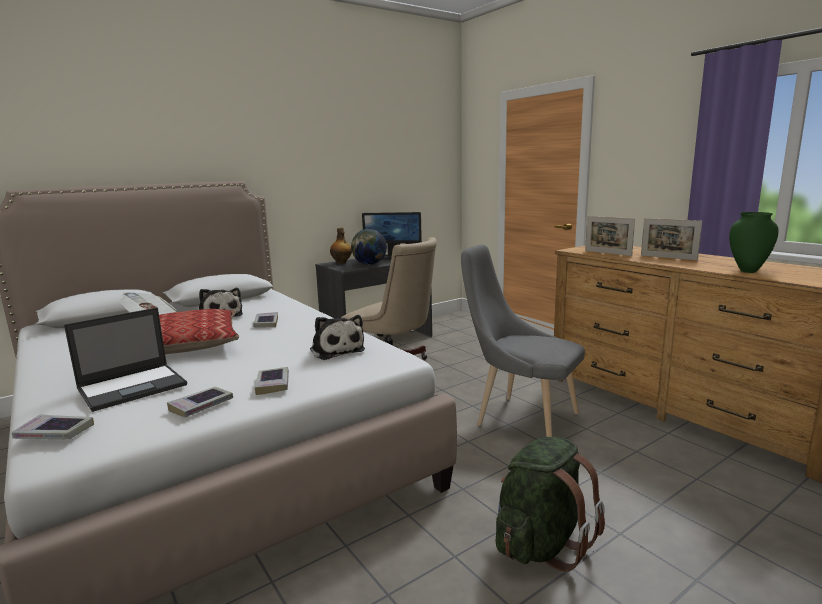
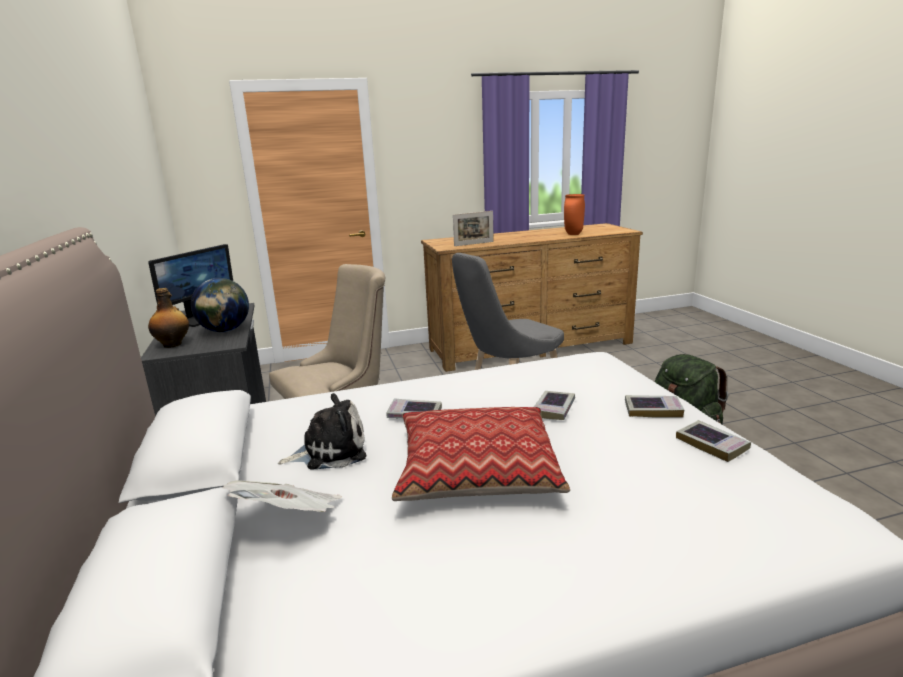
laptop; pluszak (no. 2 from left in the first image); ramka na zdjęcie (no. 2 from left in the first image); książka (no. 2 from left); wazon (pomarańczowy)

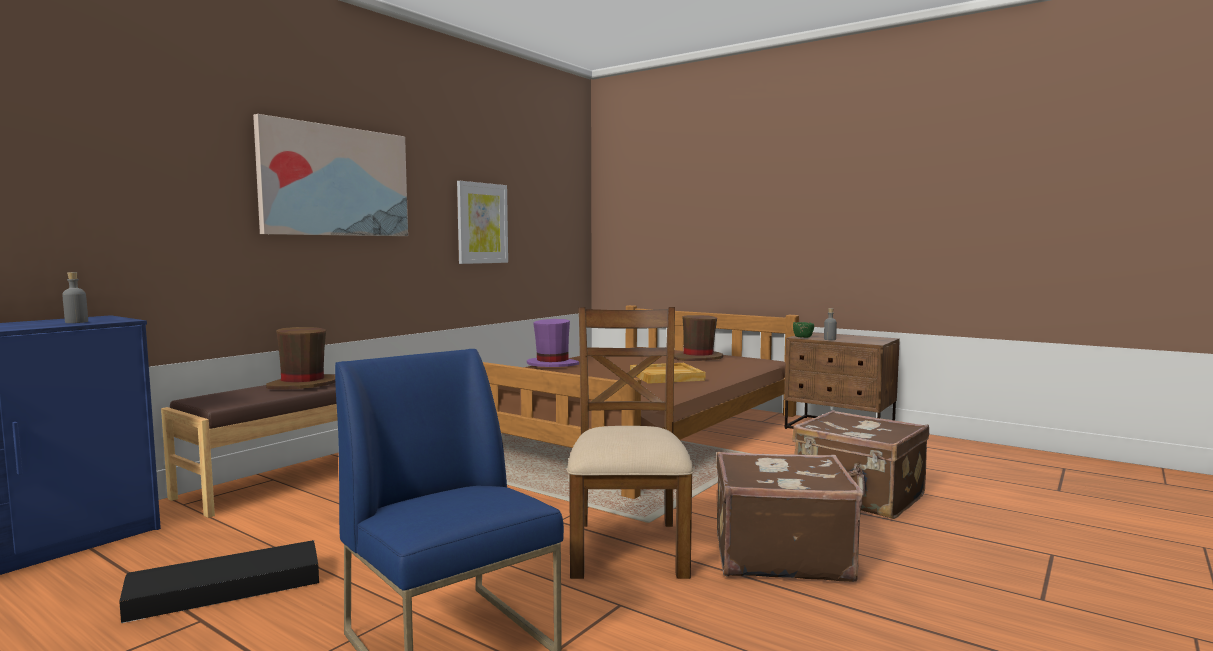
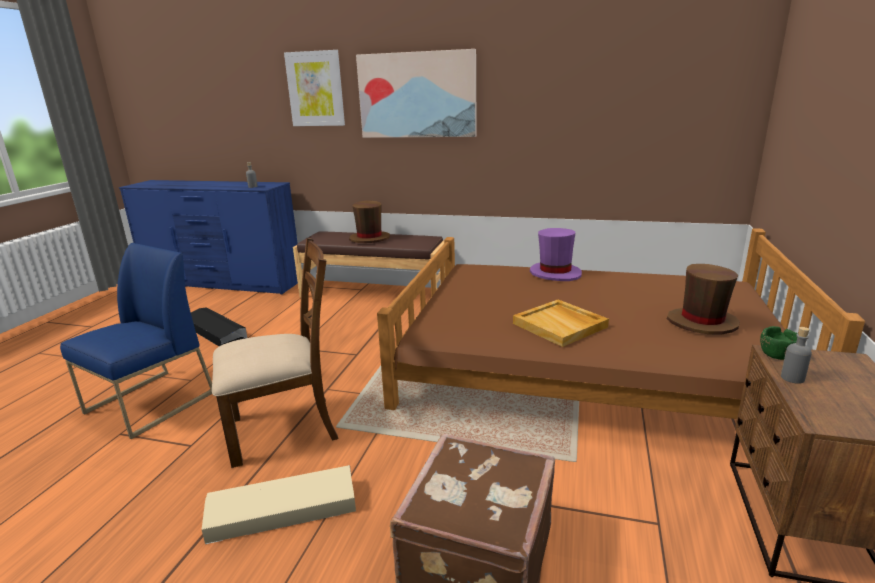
obraz (no. 1 from left); pojemnik do przechowywania (beżowy)

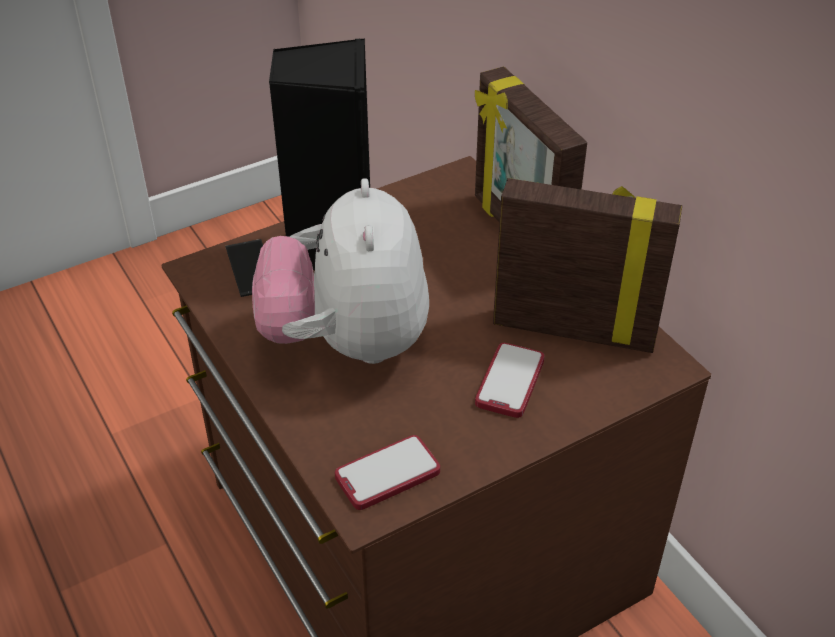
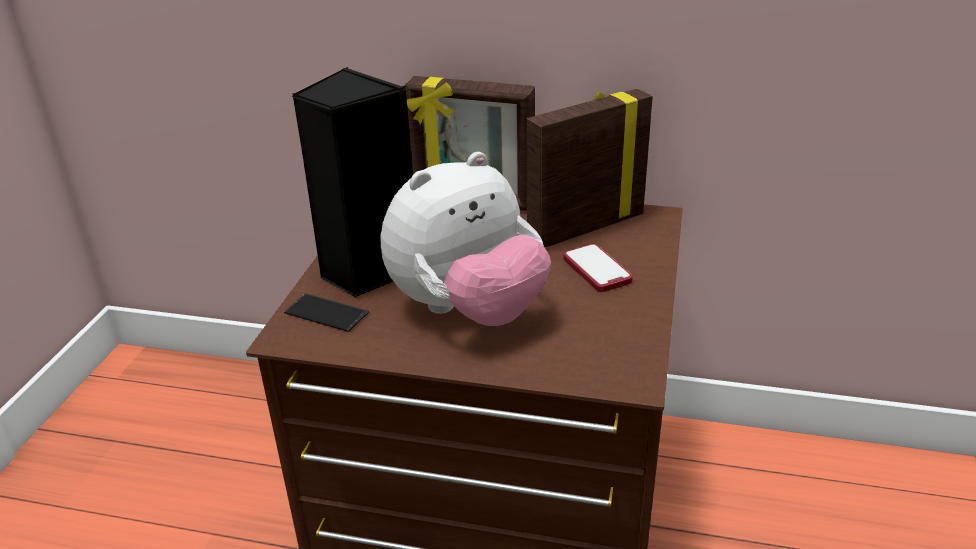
telefon (no. 2 from left in the first image); pluszak

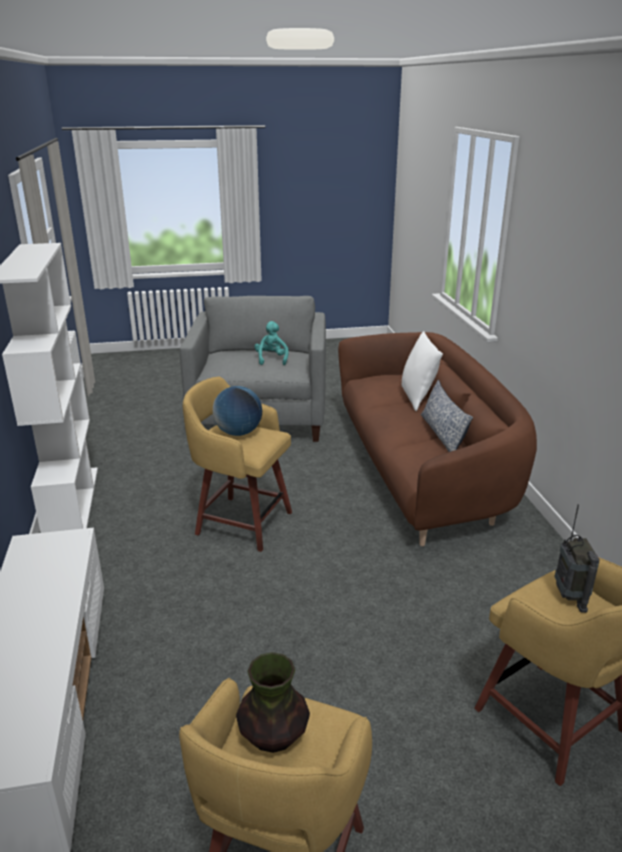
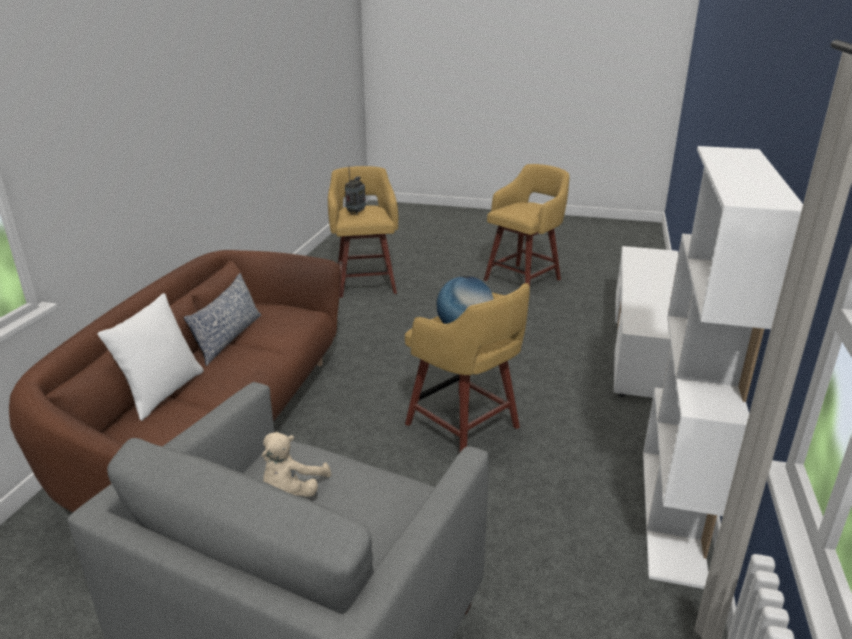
wazon; pluszak (beżowy)

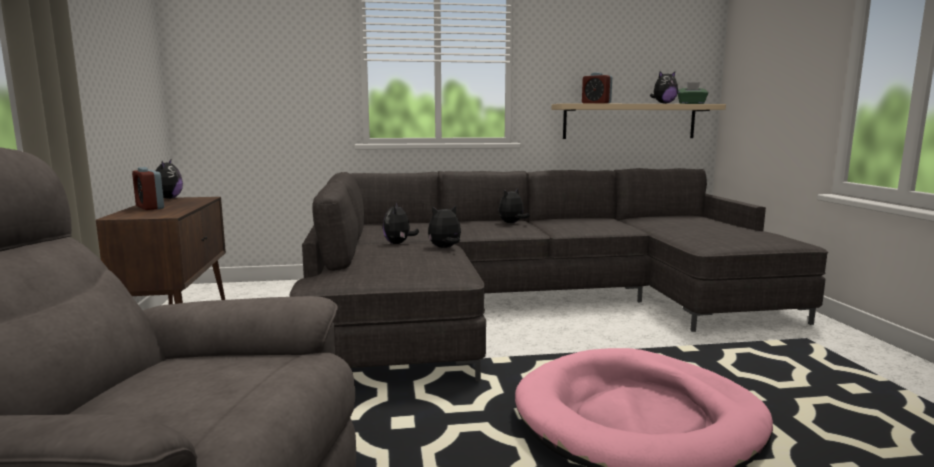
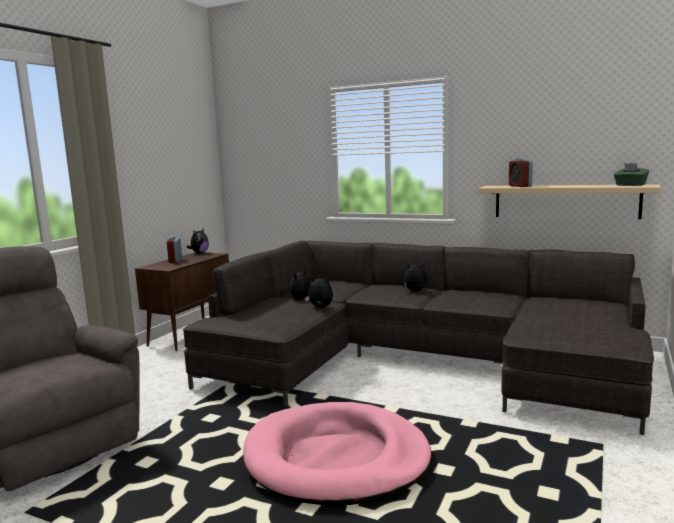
pluszak (no. 5 from left in the first image)

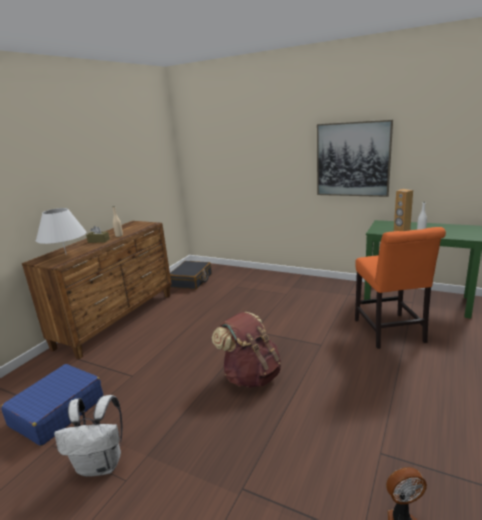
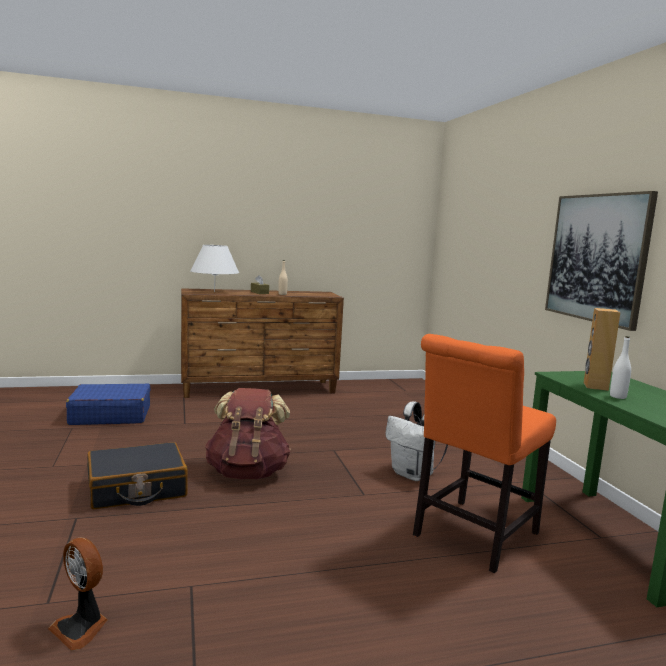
plecak (biały); walizka (czarny)

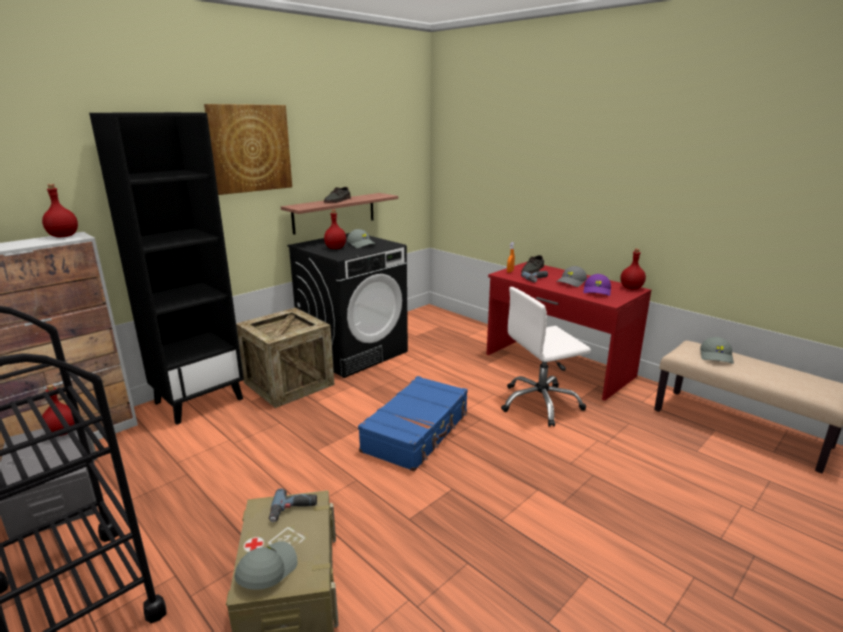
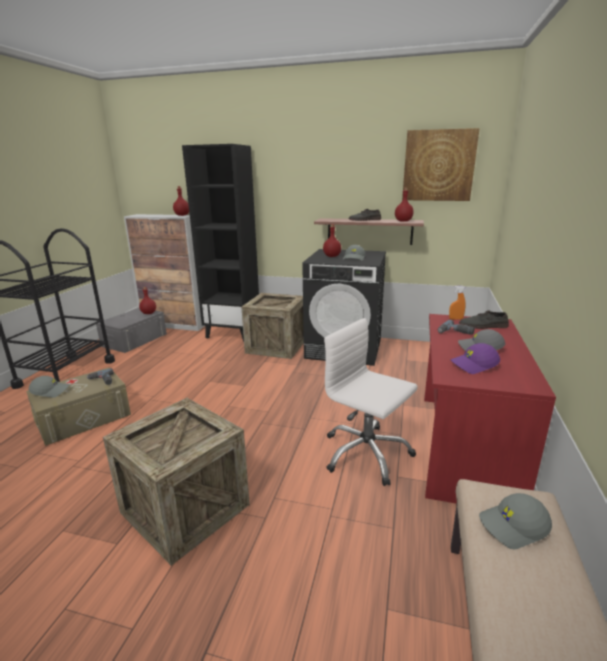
walizka (niebieski); skrzynka (no. 1 from left); obraz; butelka (czerwony) (no. 4 from left)

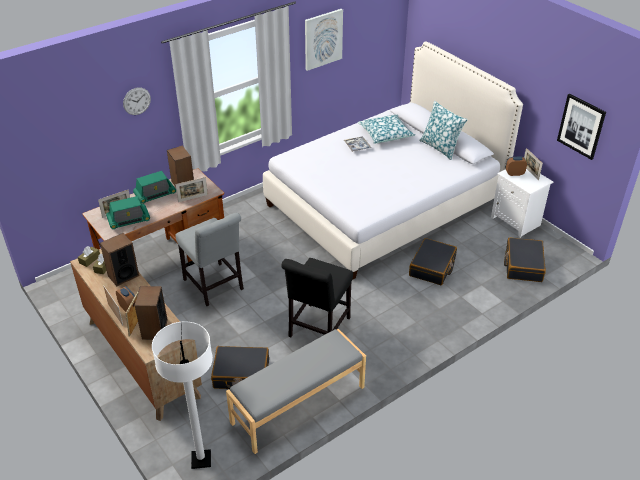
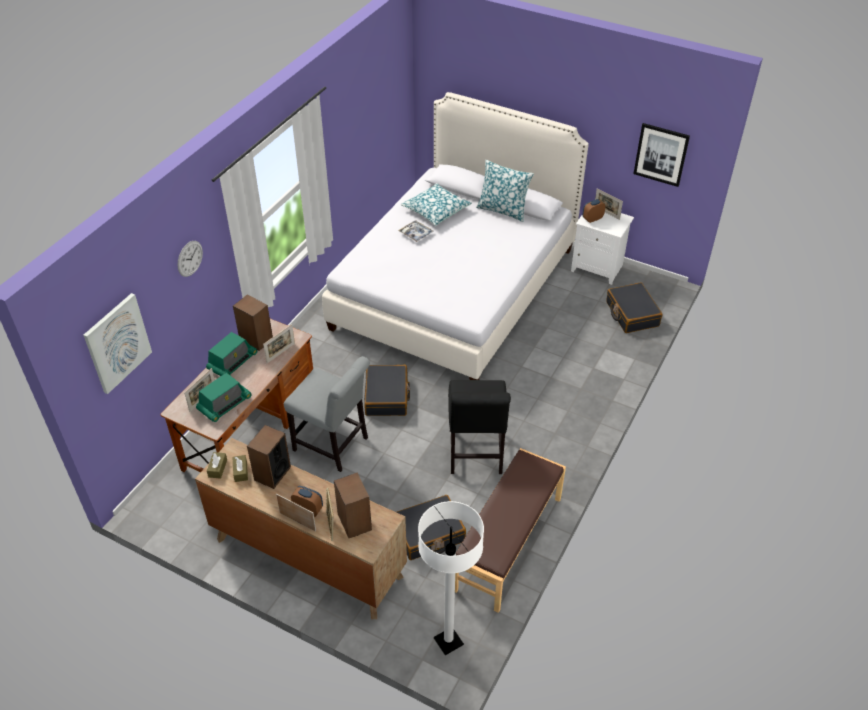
obraz (no. 1 from left); walizka (czarny) (no. 1 from left); ławka (brązowy)

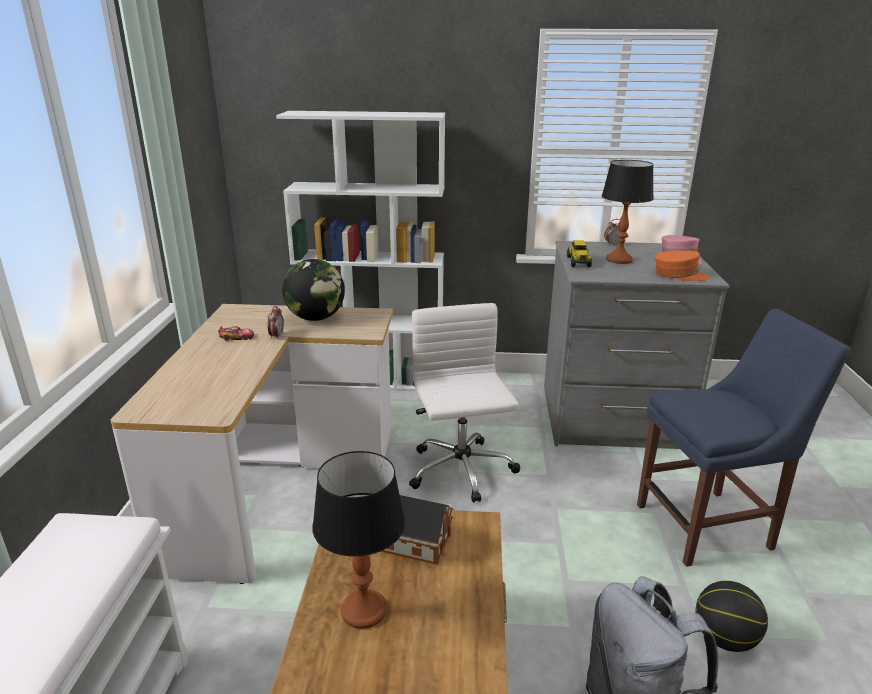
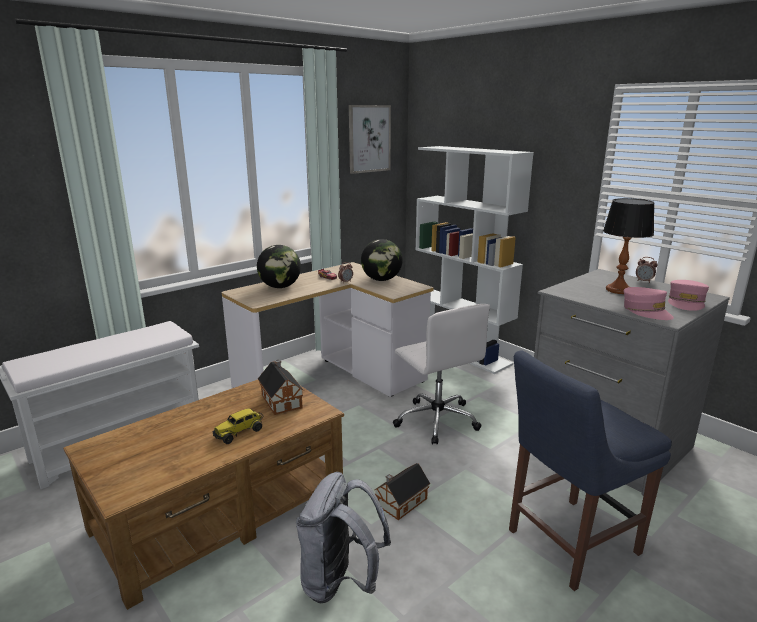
lampa stołowa (no. 1 from left in the first image); piłka do koszykówki; globus (no. 1 from left); obraz; domek (no. 2 from left); ciężarówka zabawkowa; czapka z daszkiem (różowy) (no. 1 from left); krzesło biurowe (biały); krzesło (niebieski)

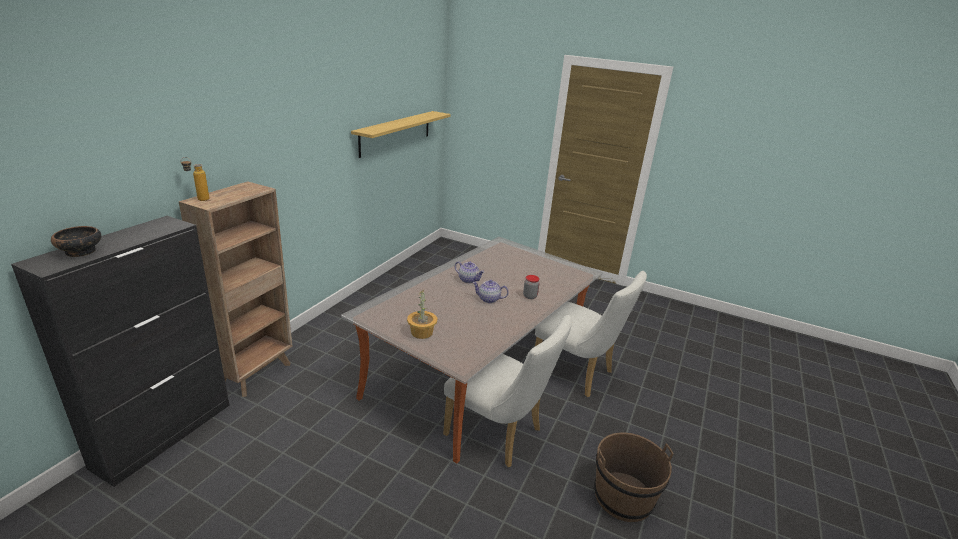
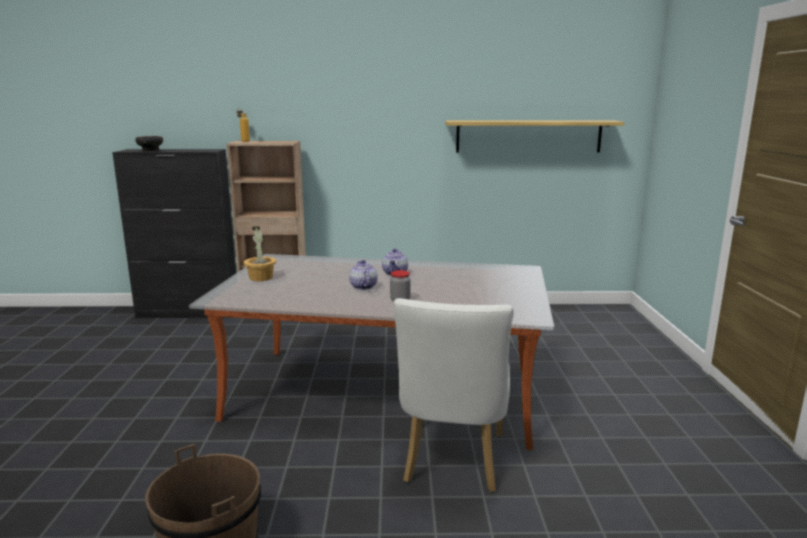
krzesło (biały) (no. 1 from left in the first image)

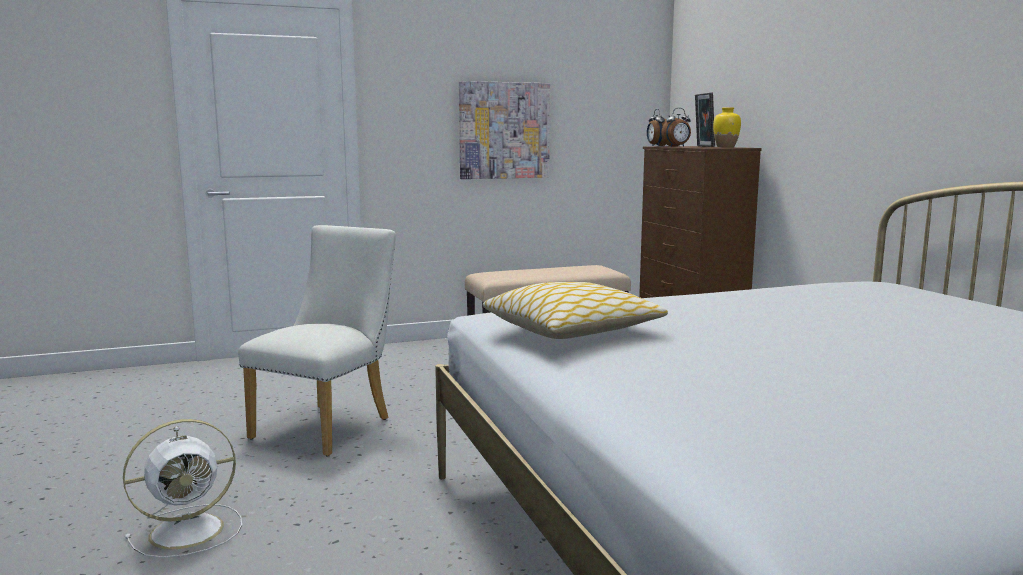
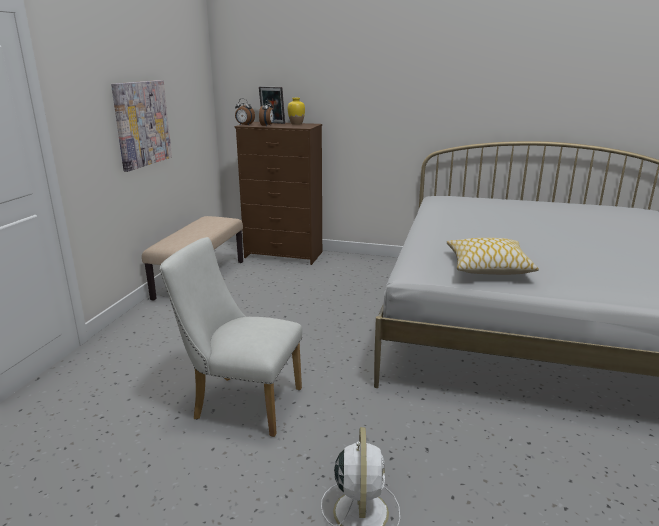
krzesło (biały)

